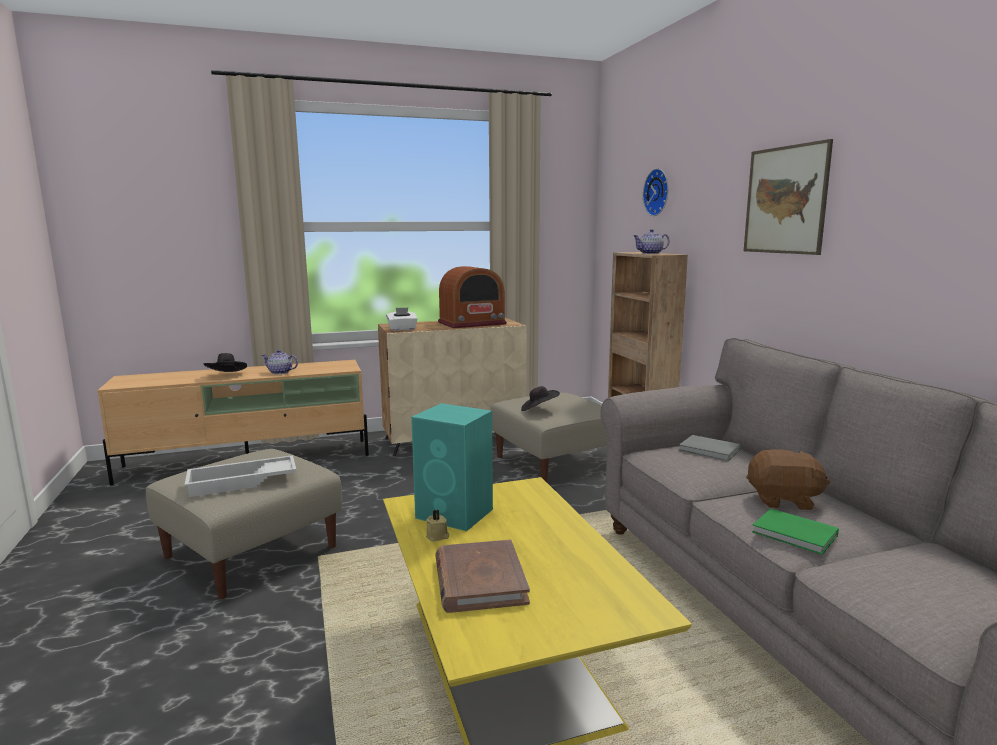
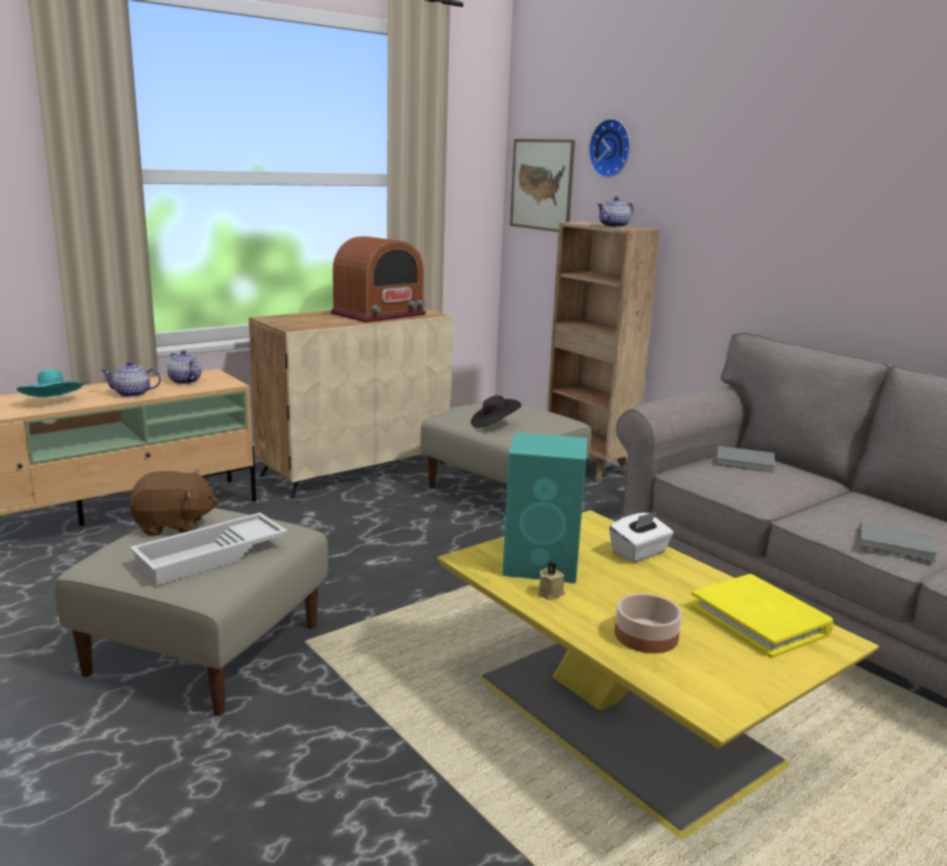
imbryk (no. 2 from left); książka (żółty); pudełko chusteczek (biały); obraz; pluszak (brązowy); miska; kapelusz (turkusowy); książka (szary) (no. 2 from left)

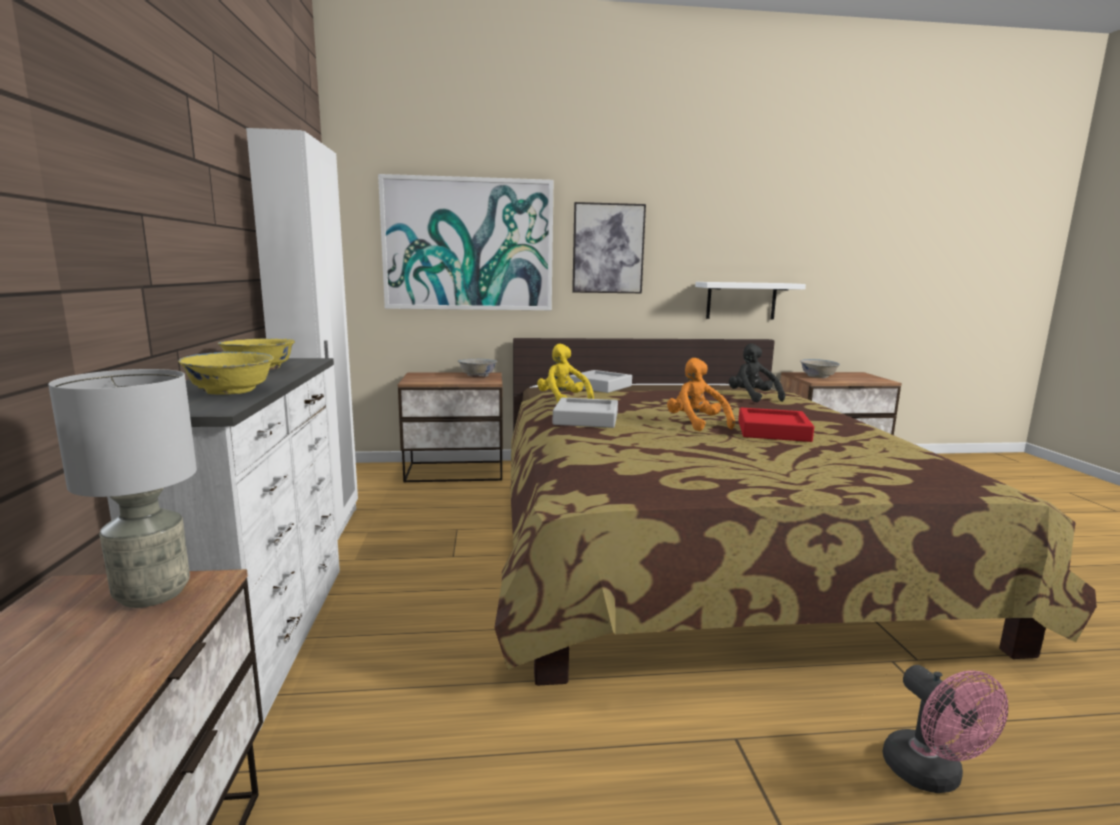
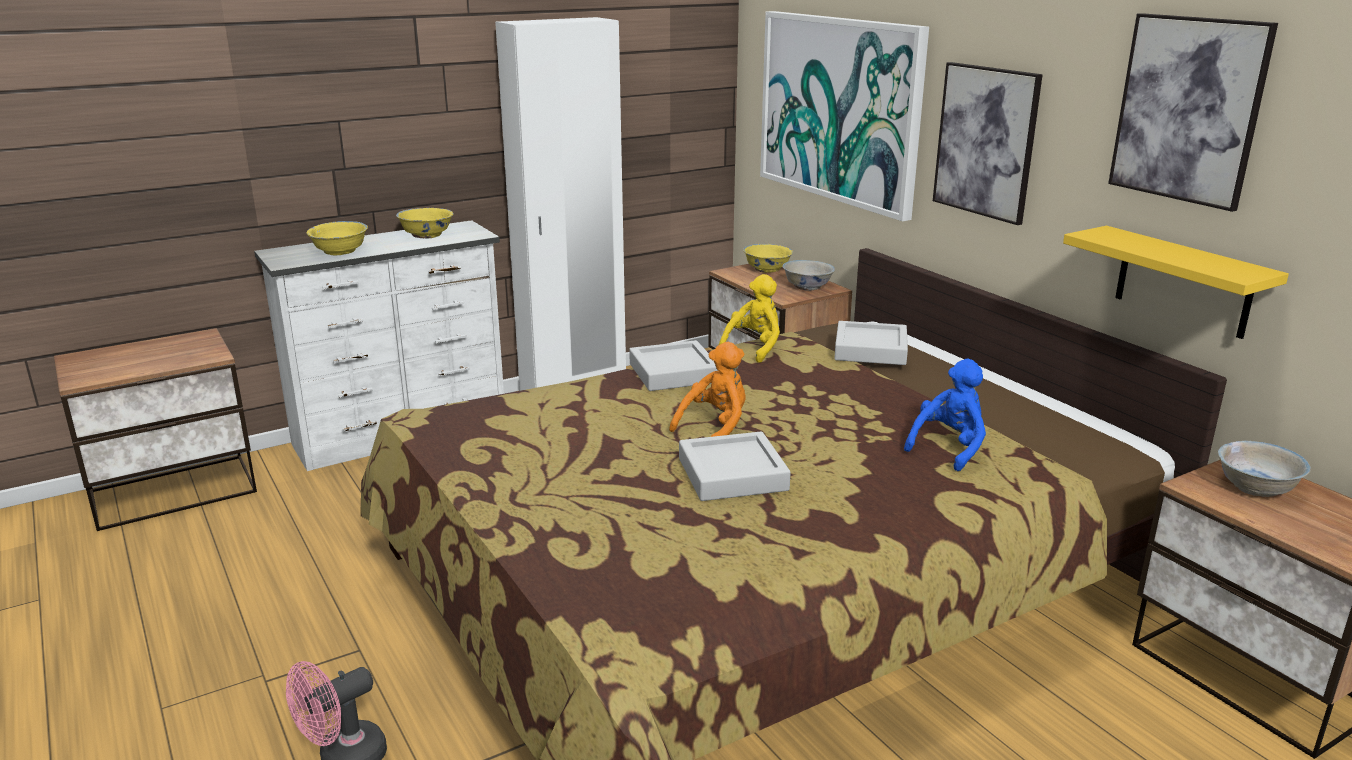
lampa stołowa (szary); miska (żółty) (no. 3 from left); obraz (no. 3 from left); półka (żółty); pluszak (niebieski); taca (szary) (no. 2 from left)

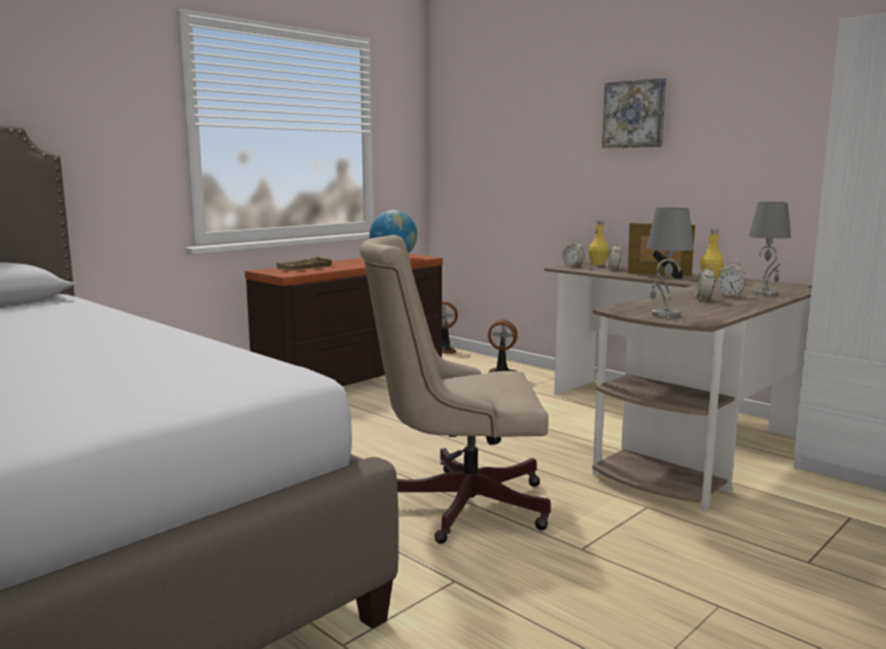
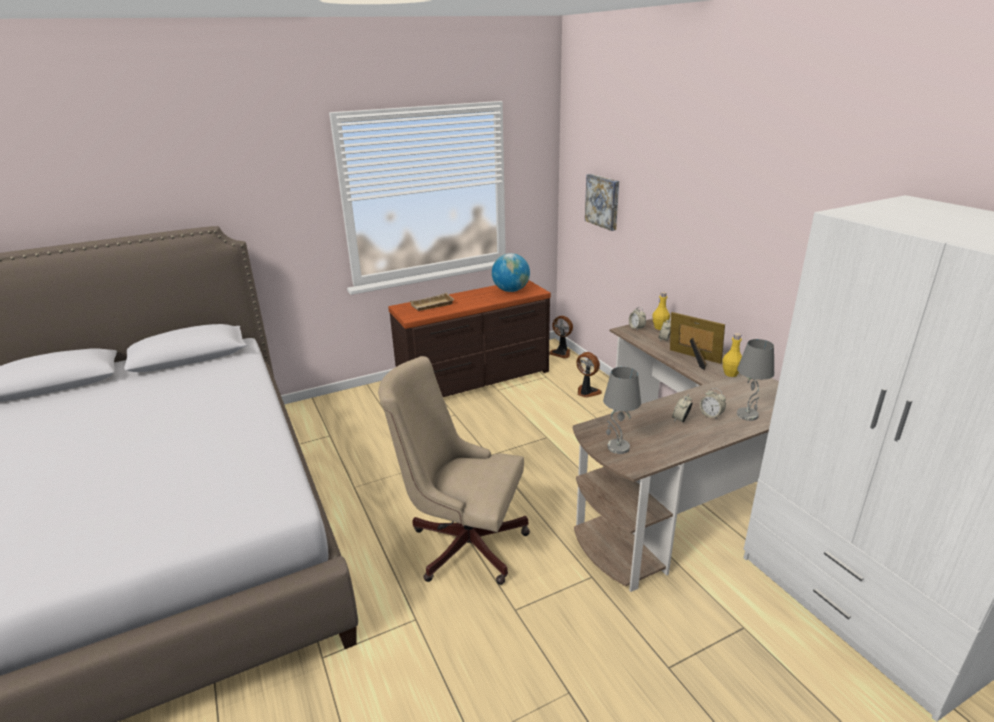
obraz

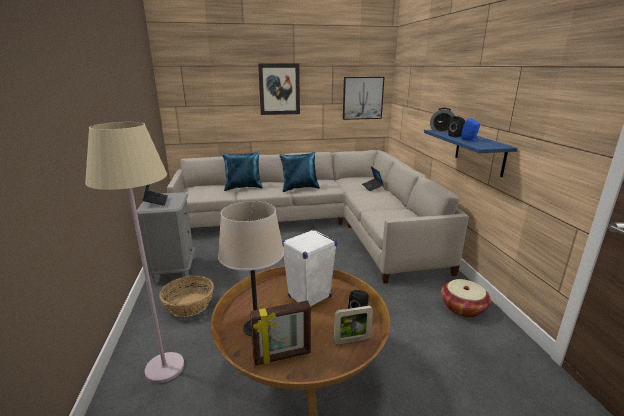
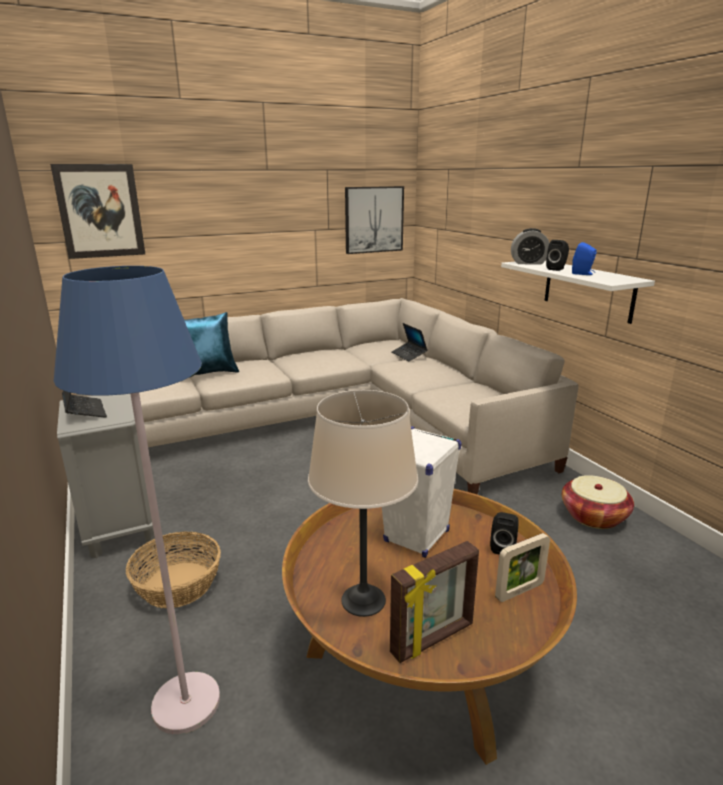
poduszka (niebieski) (no. 2 from left in the first image); obraz (no. 1 from left); lampa stojąca (niebieski); półka (biały)

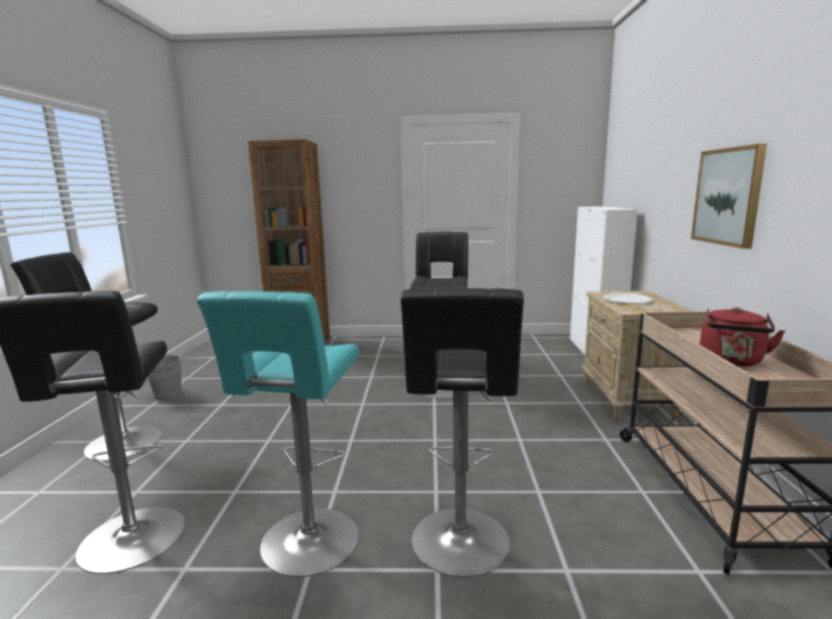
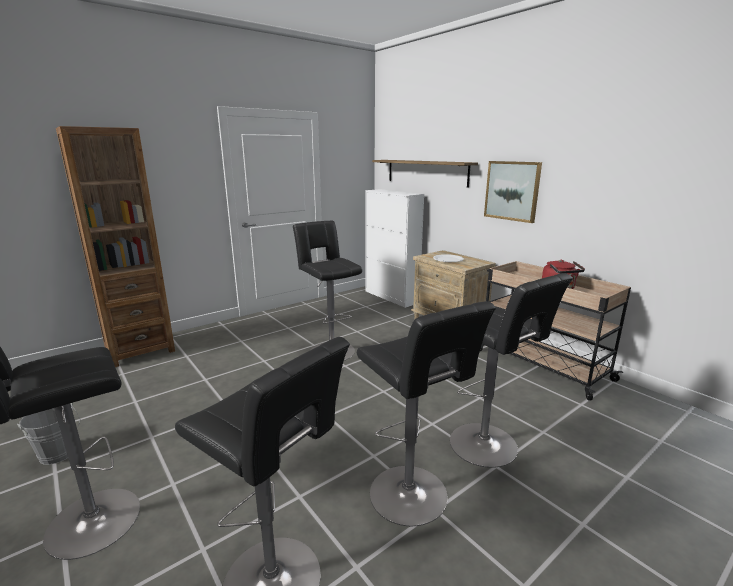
półka; stołek (czarny) (no. 4 from left)

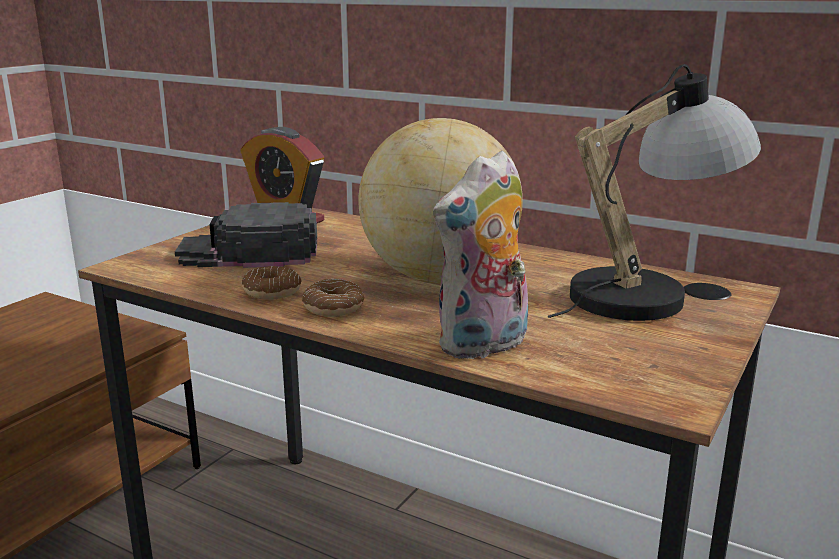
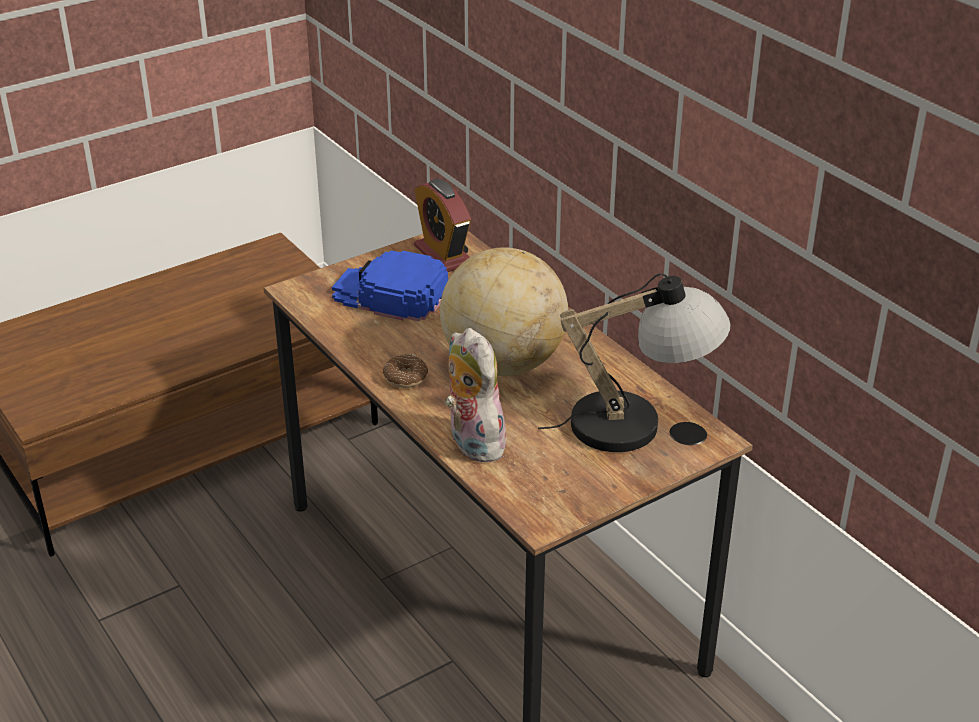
donut (no. 1 from left in the first image); czapka z daszkiem (niebieski); pluszak

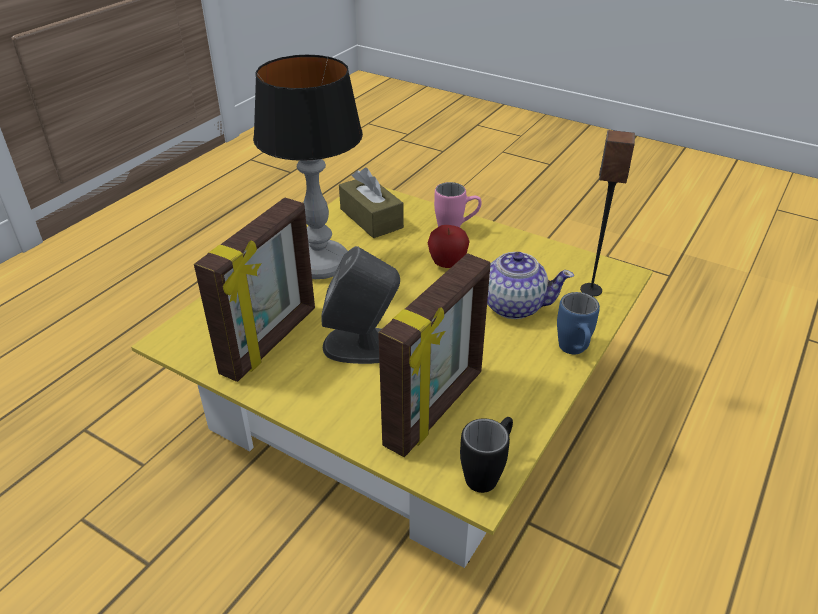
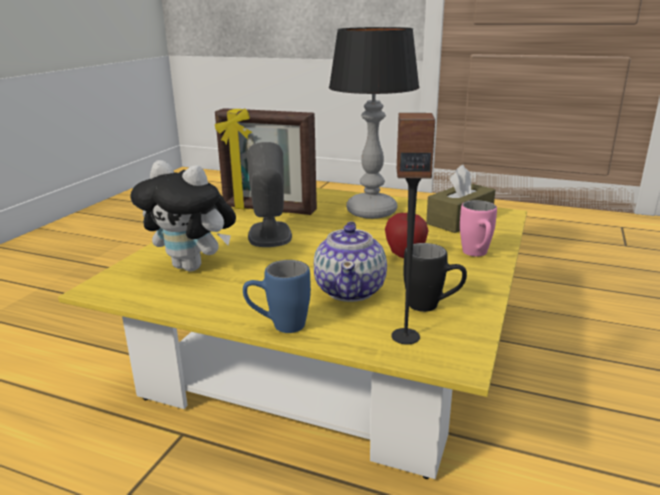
kubek (czarny); pluszak

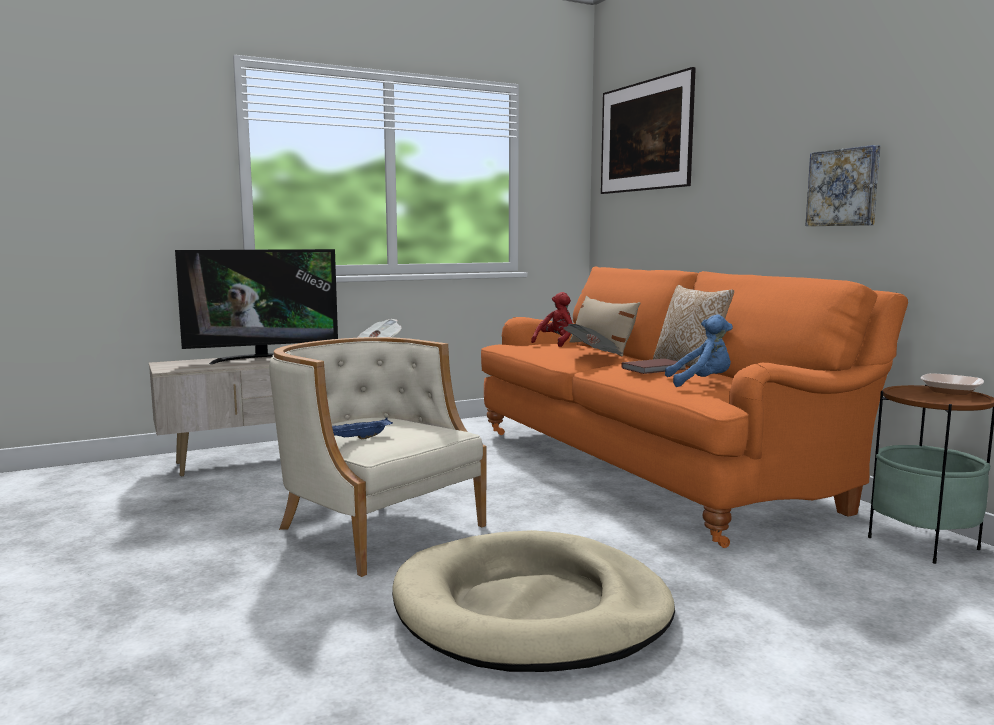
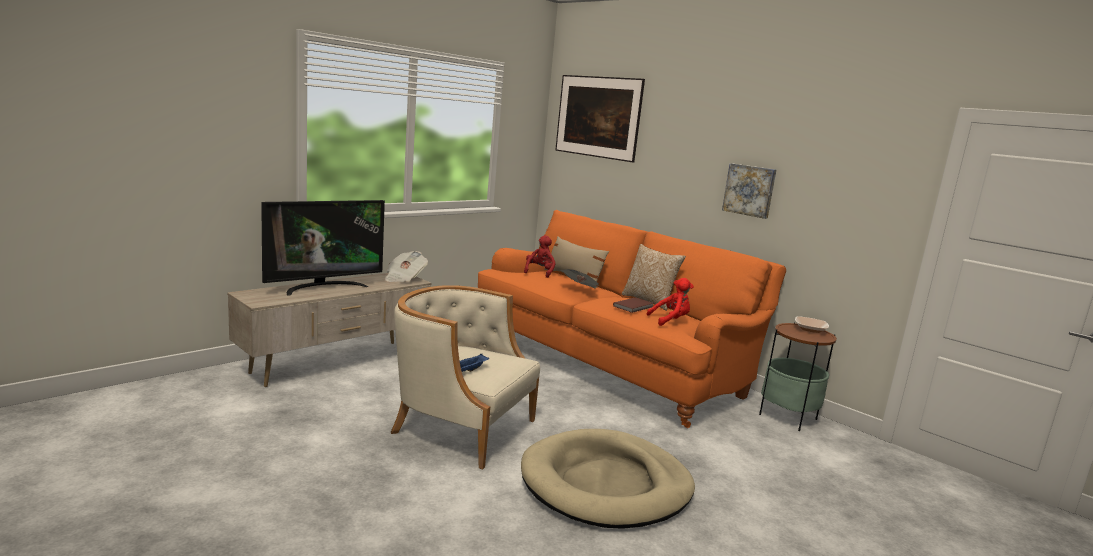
pluszak (czerwony) (no. 2 from left)

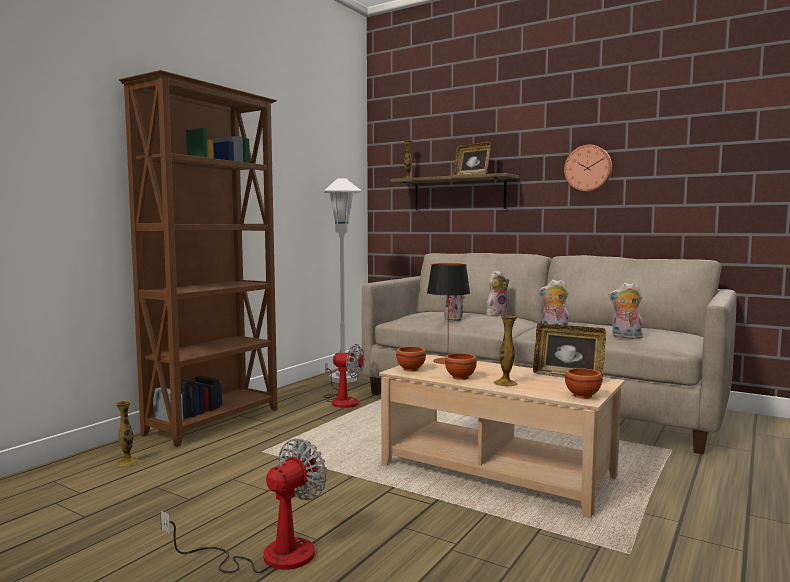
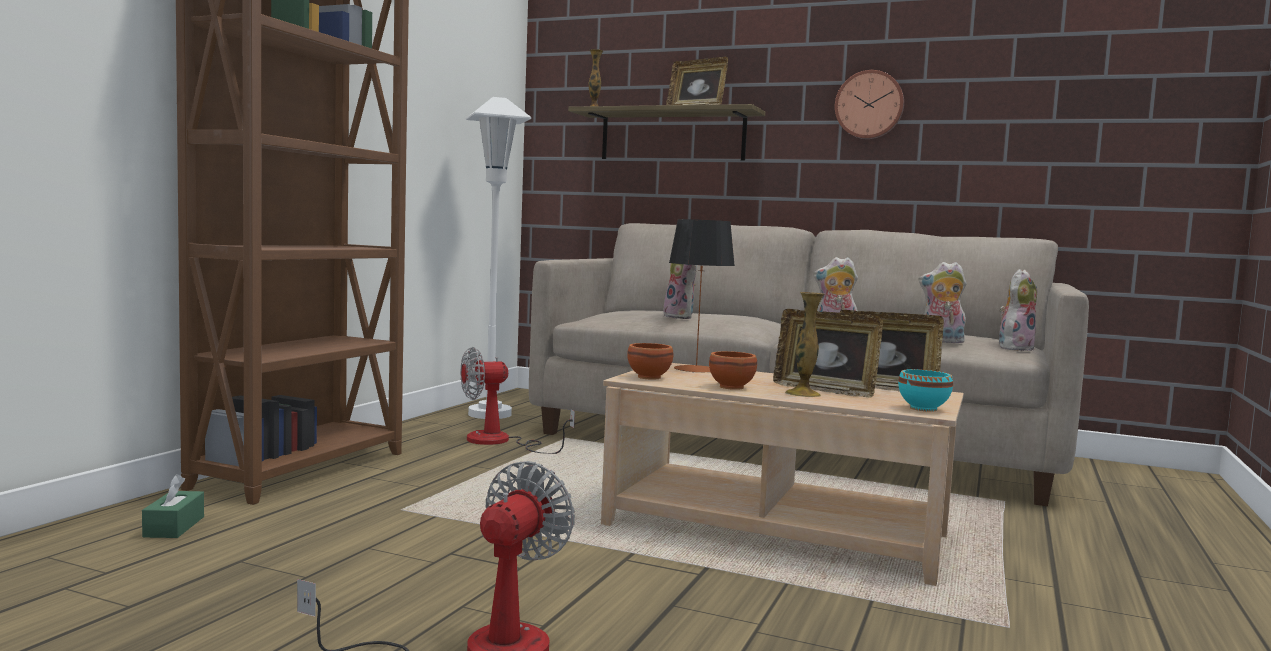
ramka na zdjęcie (no. 2 from left); pluszak (no. 4 from left); pudełko chusteczek (zielony); miska (turkusowy); wentylator (no. 2 from left)

